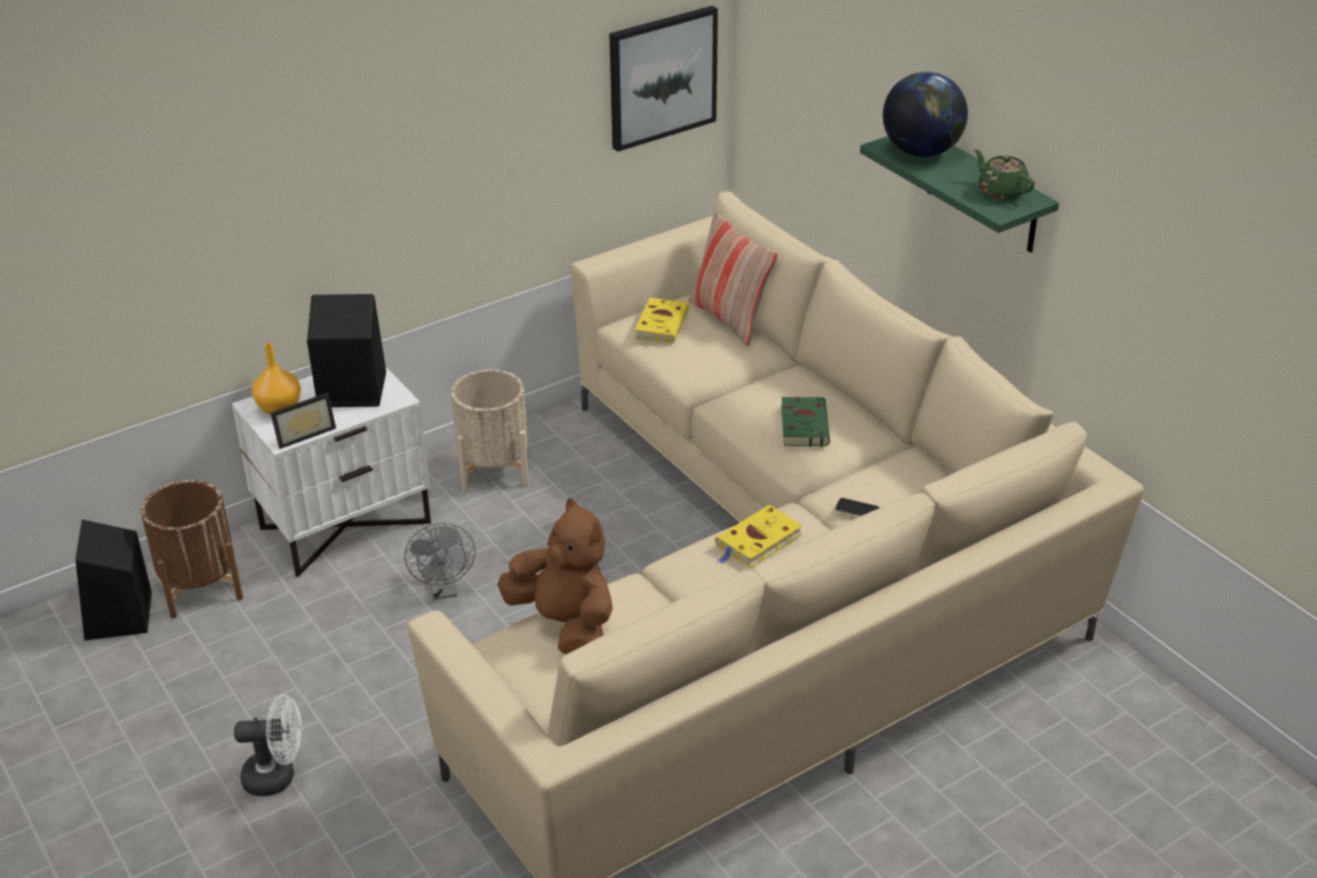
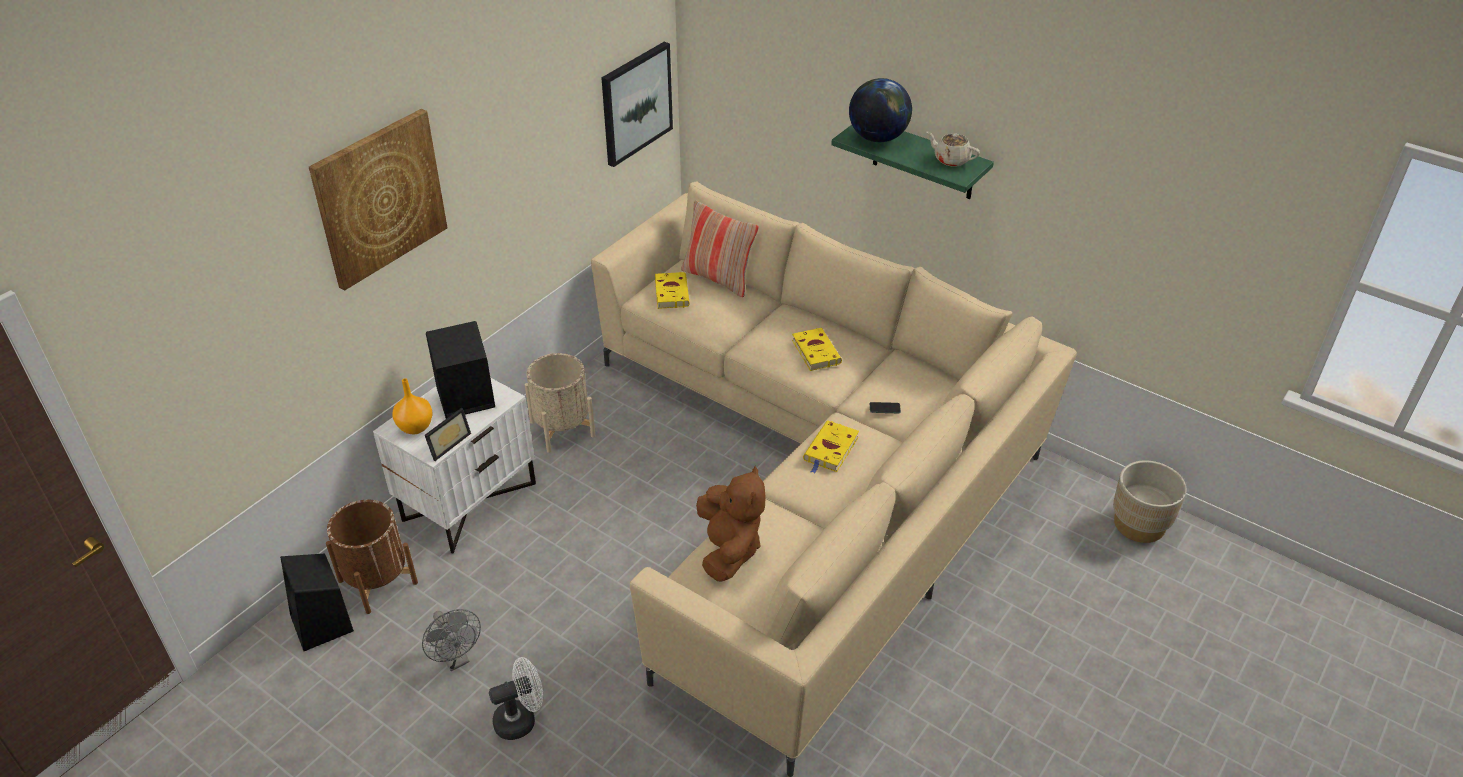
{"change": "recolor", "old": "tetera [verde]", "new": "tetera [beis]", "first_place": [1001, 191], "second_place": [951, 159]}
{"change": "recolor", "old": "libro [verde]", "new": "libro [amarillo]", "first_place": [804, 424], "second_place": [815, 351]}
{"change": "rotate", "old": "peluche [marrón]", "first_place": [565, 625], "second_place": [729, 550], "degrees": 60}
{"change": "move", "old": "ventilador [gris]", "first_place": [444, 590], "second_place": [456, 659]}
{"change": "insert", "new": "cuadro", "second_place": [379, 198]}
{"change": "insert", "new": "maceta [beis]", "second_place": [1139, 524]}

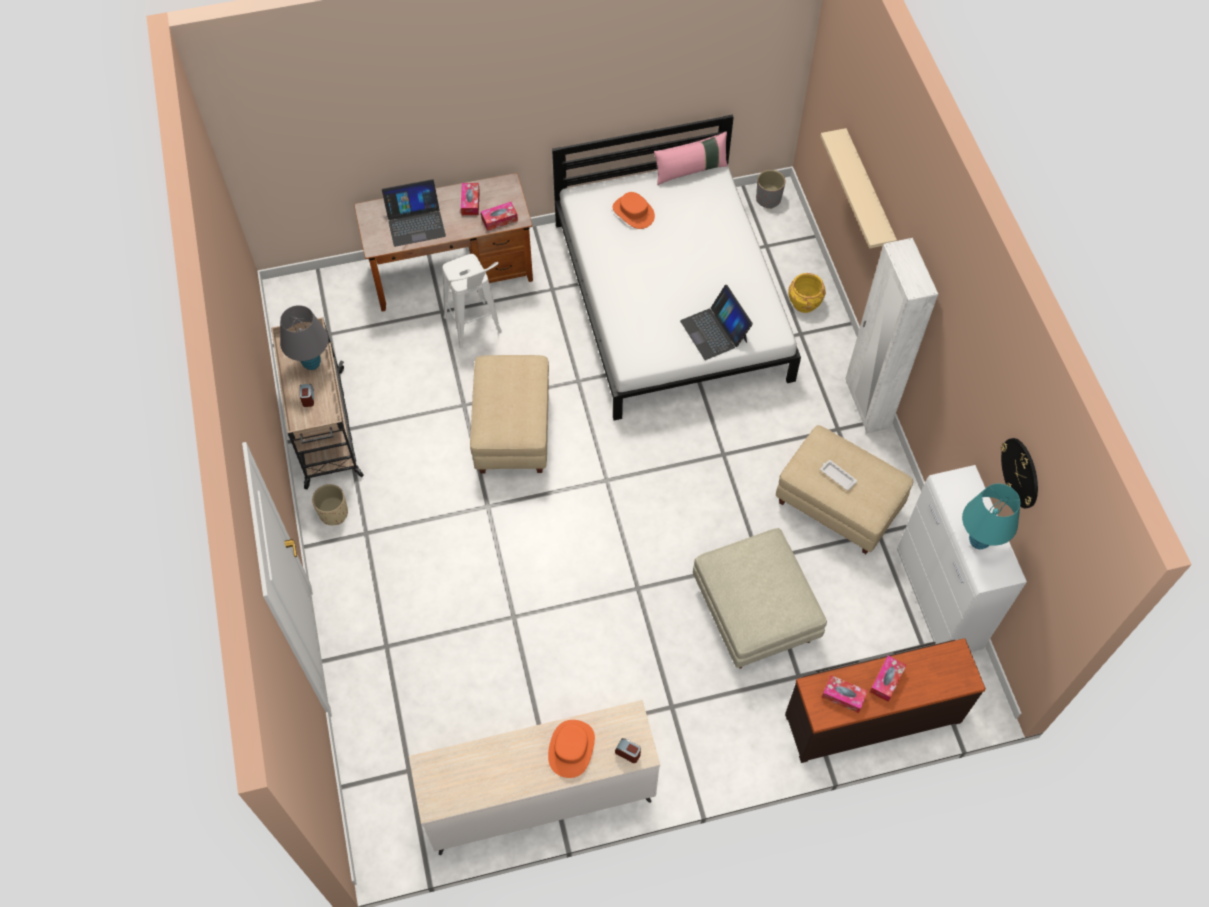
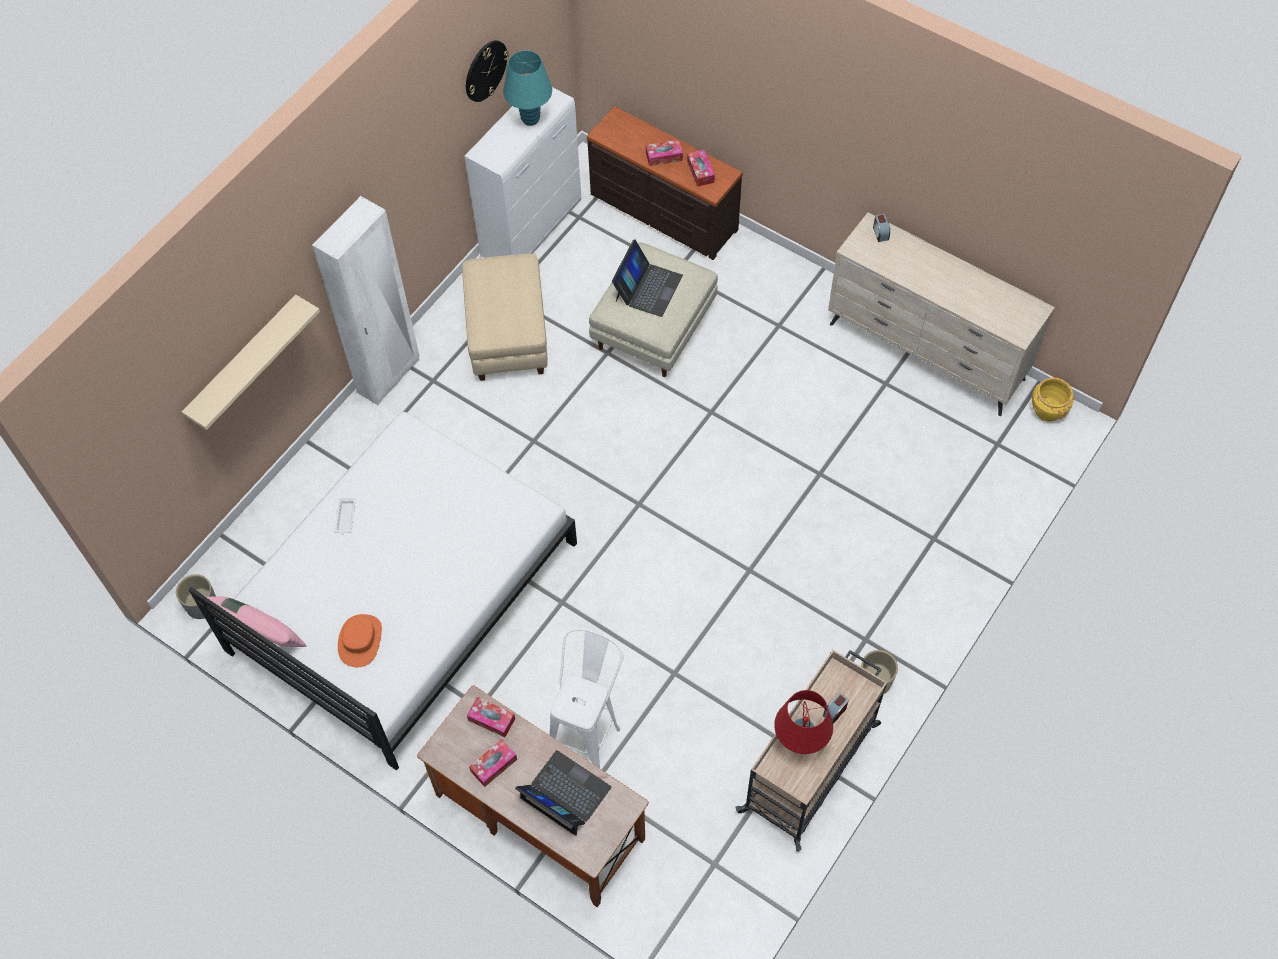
{"change": "move", "old": "maceta [amarillo]", "first_place": [804, 303], "second_place": [1048, 410]}
{"change": "move", "old": "portátil", "first_place": [714, 331], "second_place": [647, 288]}
{"change": "recolor", "old": "lámpara de mesa [gris]", "new": "lámpara de mesa [rojo]", "first_place": [311, 363], "second_place": [800, 743]}
{"change": "delete", "old": "puf [beis]", "first_place": [512, 430]}
{"change": "move", "old": "bandeja [blanco]", "first_place": [837, 476], "second_place": [345, 517]}
{"change": "delete", "old": "sombrero [naranja]", "first_place": [571, 748]}

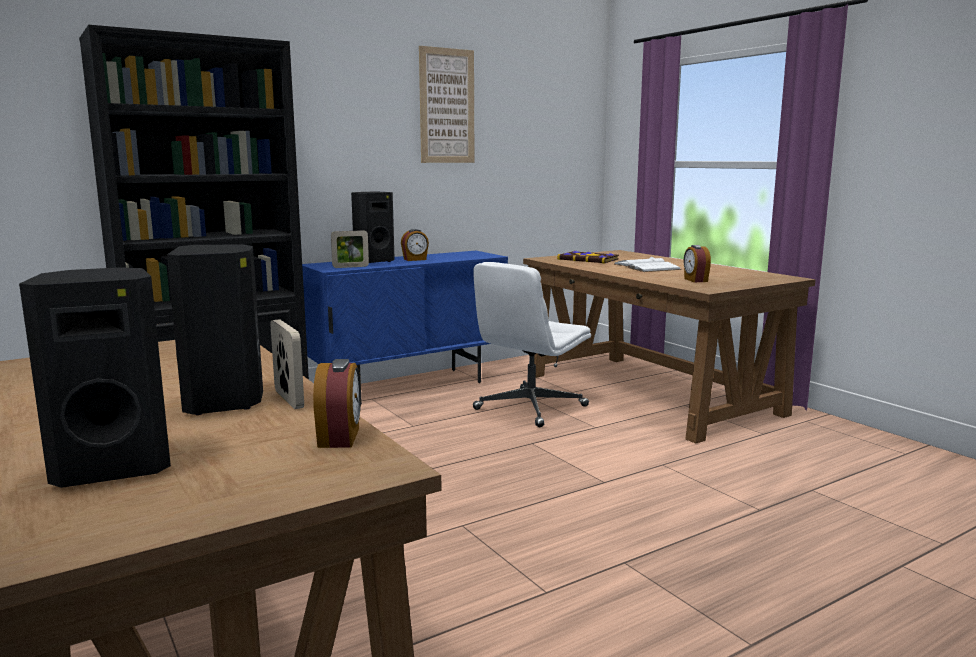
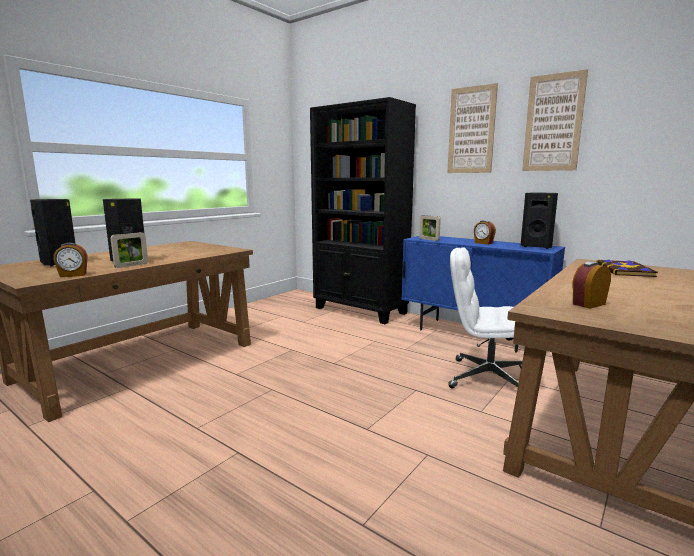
{"change": "move", "old": "altavoz [negro]", "first_place": [373, 261], "second_place": [537, 246]}
{"change": "delete", "old": "libro [blanco]", "first_place": [646, 267]}
{"change": "insert", "new": "cuadro", "second_place": [471, 130]}

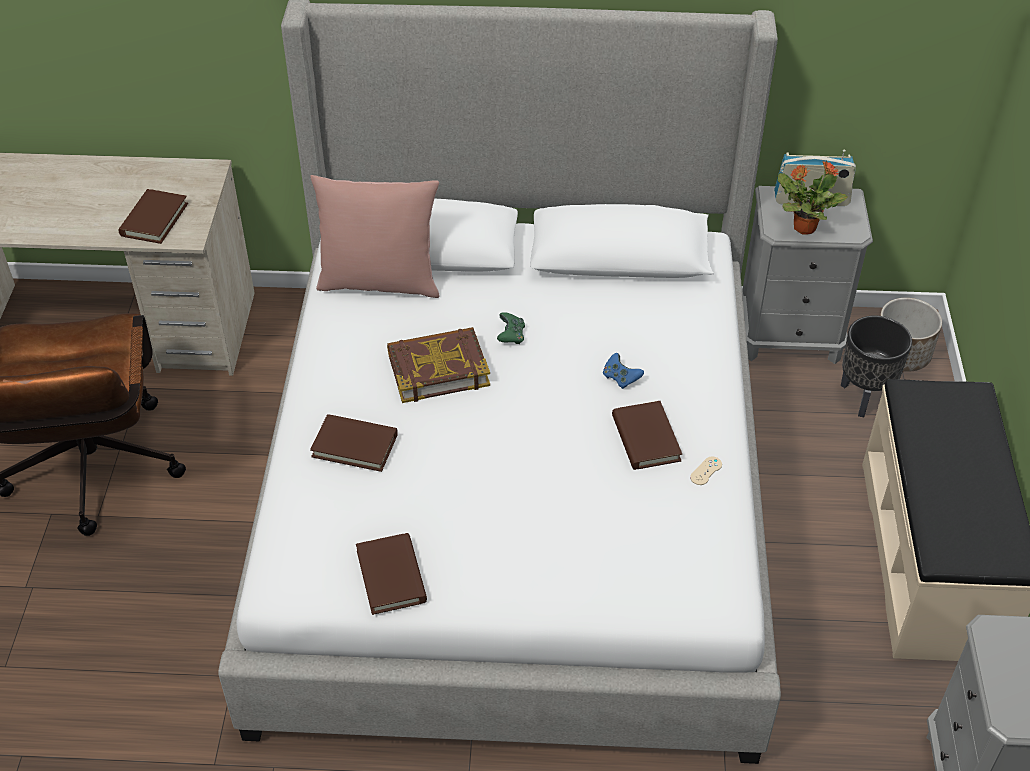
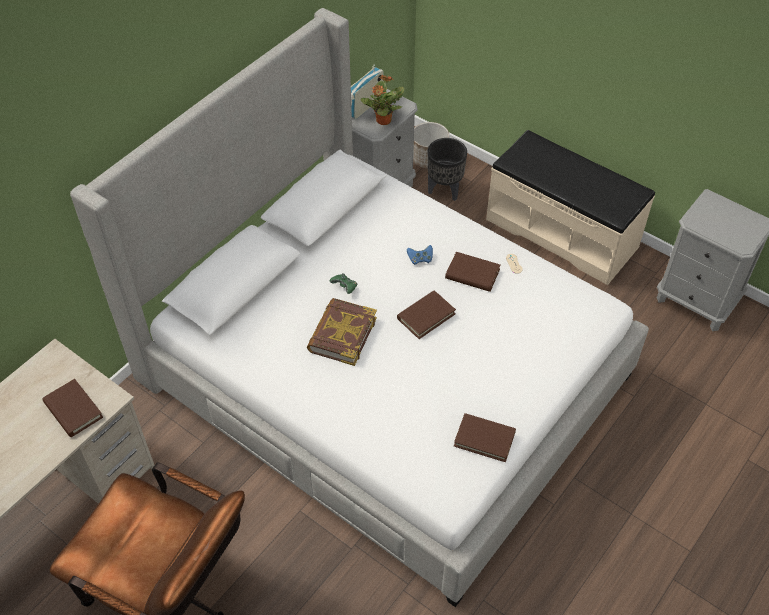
{"change": "delete", "old": "cojín [rosa]", "first_place": [380, 282]}
{"change": "move", "old": "libro [marrón]", "first_place": [355, 445], "second_place": [426, 316]}

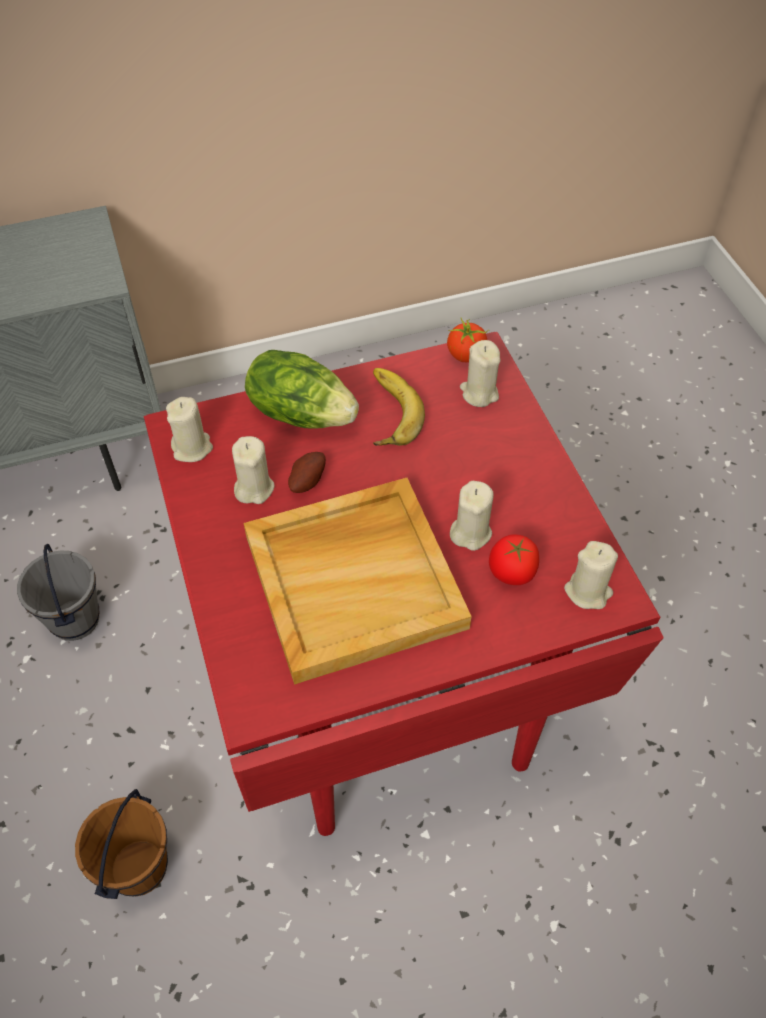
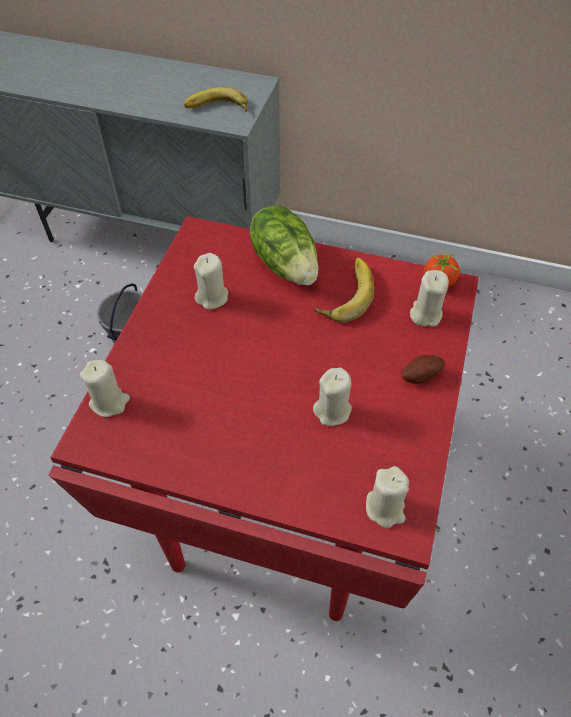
{"change": "move", "old": "vela [beis]", "first_place": [192, 448], "second_place": [109, 402]}
{"change": "move", "old": "patata", "first_place": [306, 480], "second_place": [420, 375]}
{"change": "delete", "old": "bandeja [beis]", "first_place": [355, 579]}
{"change": "delete", "old": "tomate", "first_place": [511, 573]}
{"change": "delete", "old": "cubo [marrón]", "first_place": [137, 867]}
{"change": "insert", "new": "plátano", "second_place": [217, 109]}

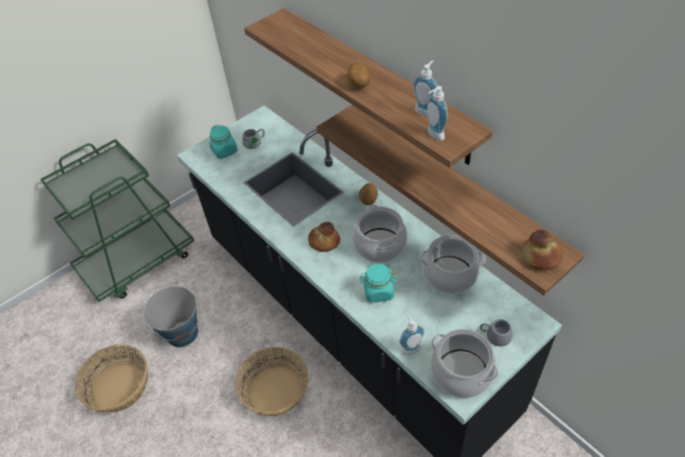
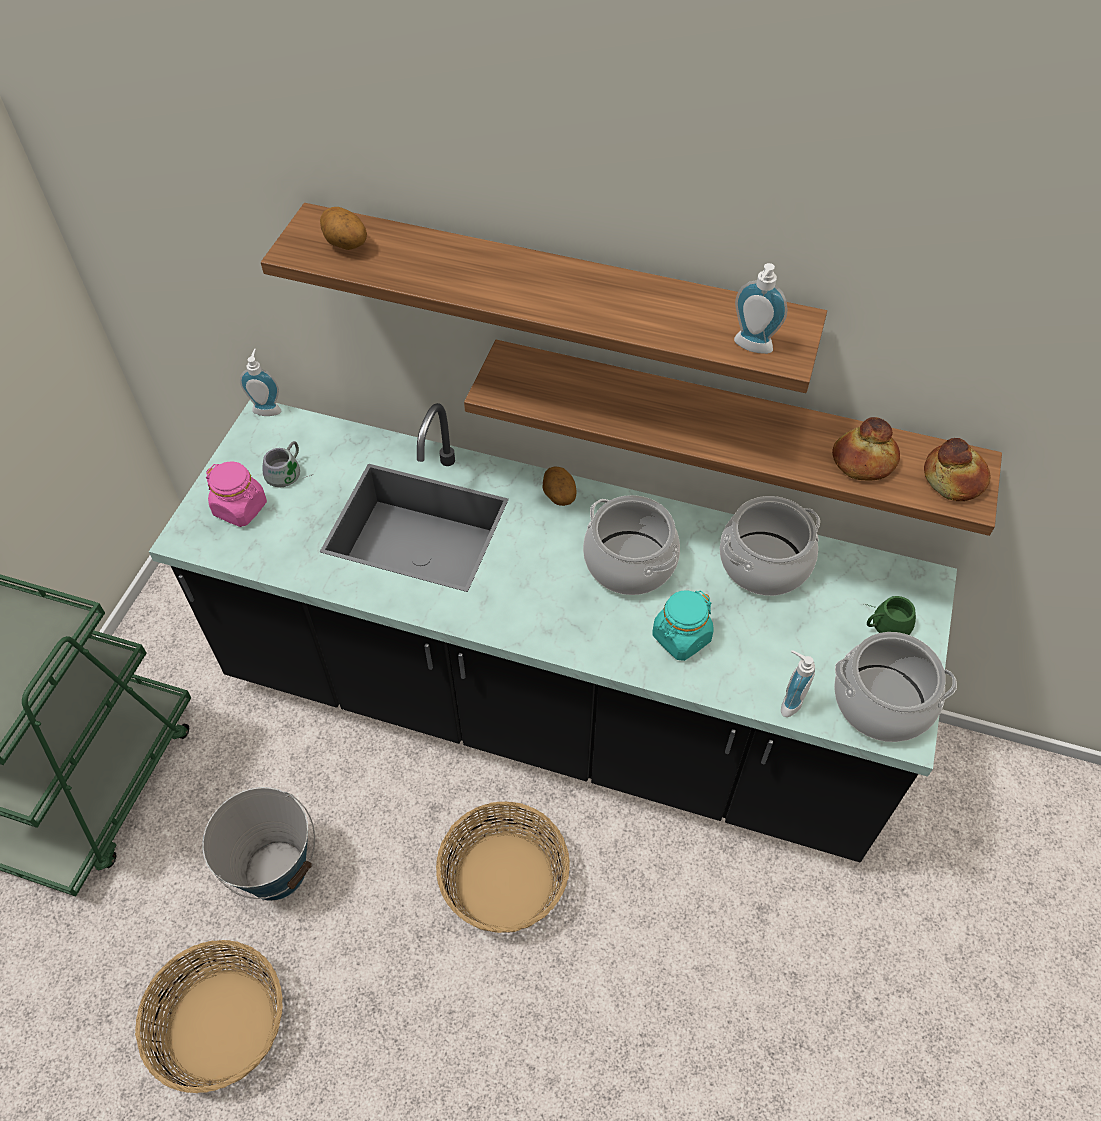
{"change": "move", "old": "dispensador de jabón", "first_place": [426, 110], "second_place": [268, 408]}
{"change": "move", "old": "patata", "first_place": [358, 84], "second_place": [345, 245]}
{"change": "recolor", "old": "tarro [turquesa]", "new": "tarro [rosa]", "first_place": [224, 151], "second_place": [241, 508]}
{"change": "move", "old": "pan", "first_place": [324, 242], "second_place": [863, 462]}
{"change": "recolor", "old": "taza grande [gris]", "new": "taza grande [verde]", "first_place": [495, 333], "second_place": [884, 621]}

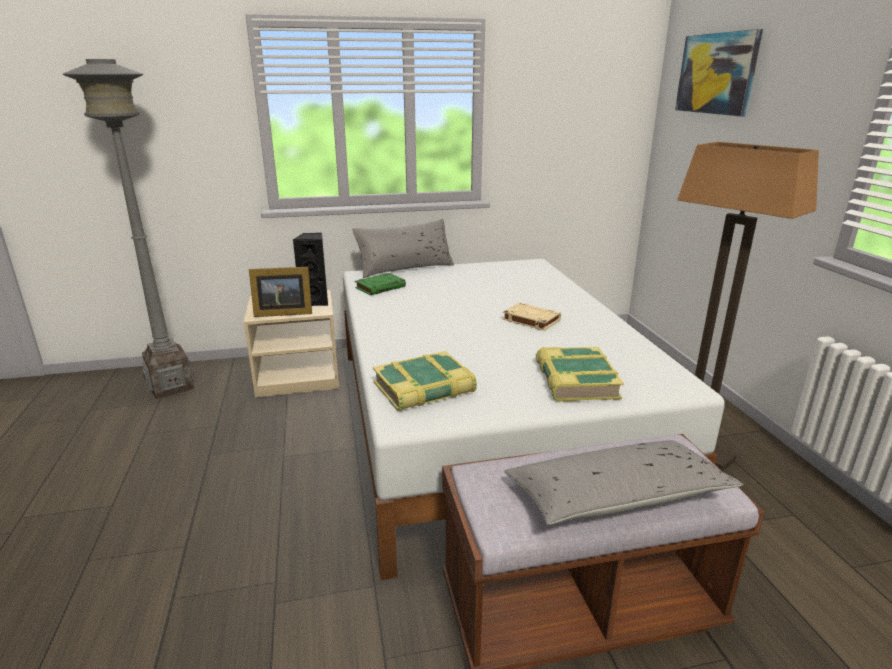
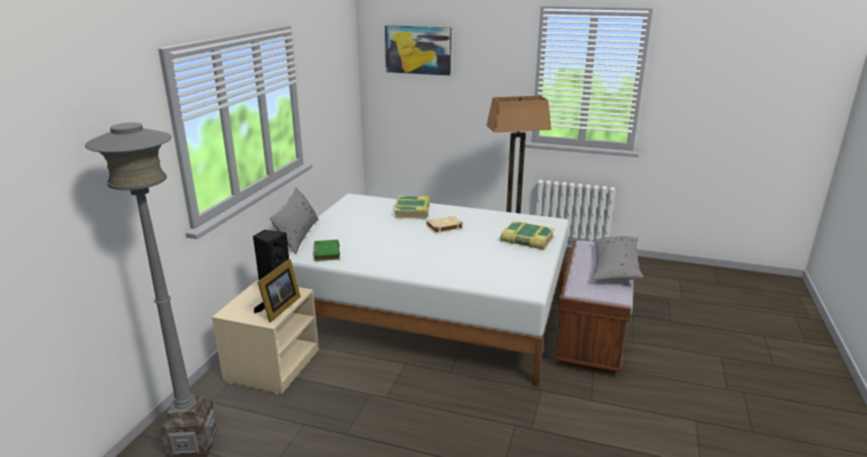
{"change": "move", "old": "libro", "first_place": [424, 389], "second_place": [413, 211]}

